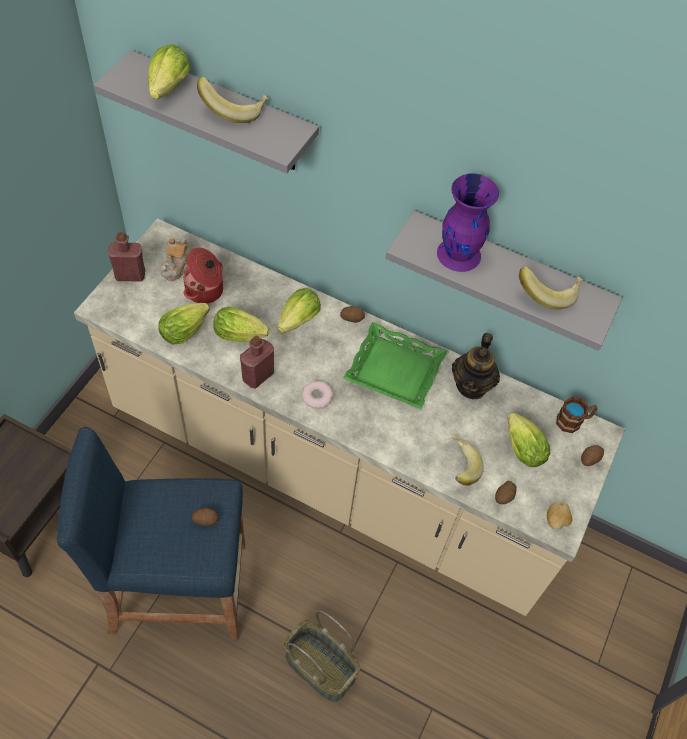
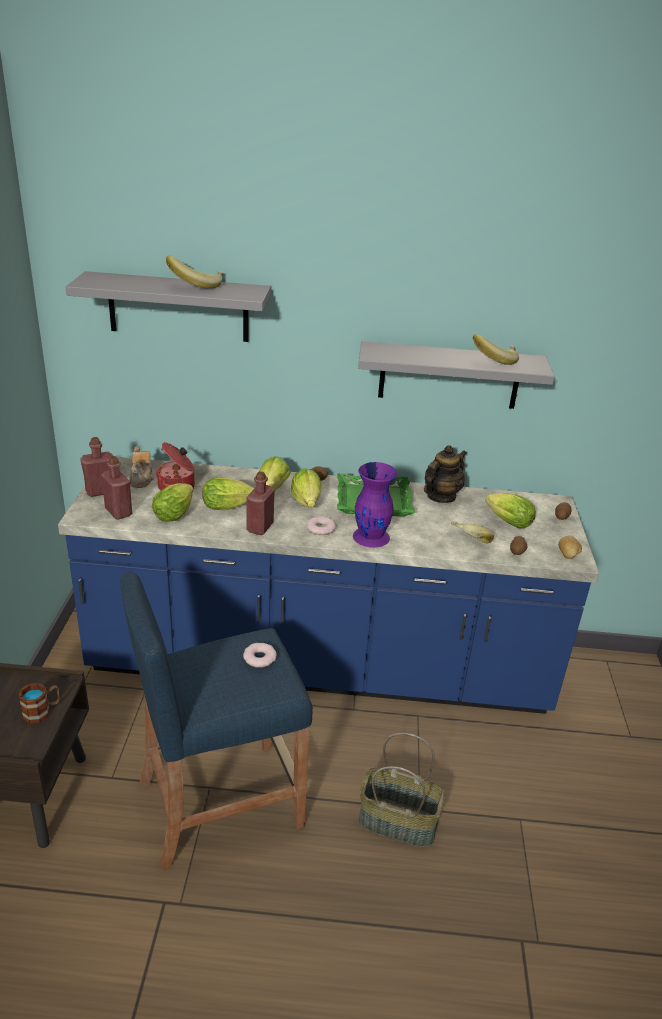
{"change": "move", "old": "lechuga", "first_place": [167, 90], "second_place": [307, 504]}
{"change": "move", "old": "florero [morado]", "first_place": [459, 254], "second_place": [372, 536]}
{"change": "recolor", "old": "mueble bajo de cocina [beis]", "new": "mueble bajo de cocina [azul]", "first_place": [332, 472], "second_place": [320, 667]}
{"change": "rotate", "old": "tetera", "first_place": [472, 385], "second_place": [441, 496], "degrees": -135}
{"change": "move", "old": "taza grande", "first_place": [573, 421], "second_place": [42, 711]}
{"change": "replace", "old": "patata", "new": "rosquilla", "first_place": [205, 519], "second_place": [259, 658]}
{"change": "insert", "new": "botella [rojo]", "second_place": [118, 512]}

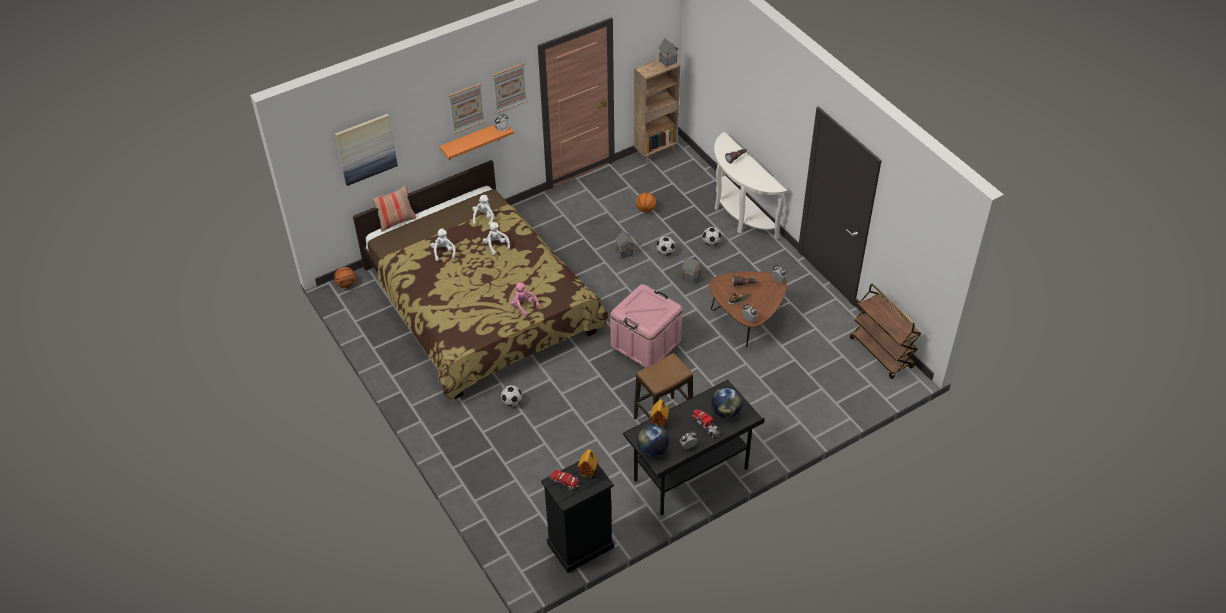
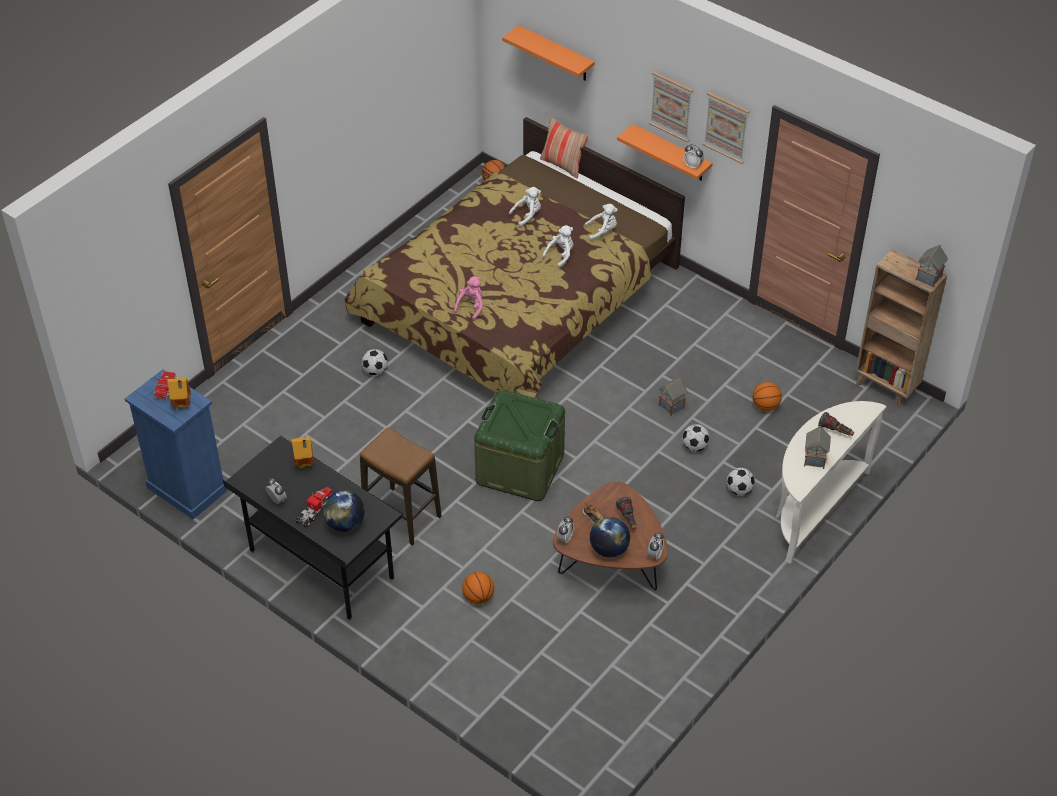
{"change": "replace", "old": "cuadro", "new": "estante [naranja]", "first_place": [366, 149], "second_place": [556, 54]}
{"change": "move", "old": "casita", "first_place": [691, 277], "second_place": [814, 459]}
{"change": "recolor", "old": "caja de almacenaje [rosa]", "new": "caja de almacenaje [verde]", "first_place": [646, 344], "second_place": [520, 468]}
{"change": "delete", "old": "carrito [marrón]", "first_place": [881, 353]}
{"change": "move", "old": "globo terráqueo", "first_place": [652, 450], "second_place": [609, 549]}
{"change": "recolor", "old": "cómoda [negro]", "new": "cómoda [azul]", "first_place": [580, 546], "second_place": [187, 489]}
{"change": "insert", "new": "balón de baloncesto", "second_place": [478, 597]}

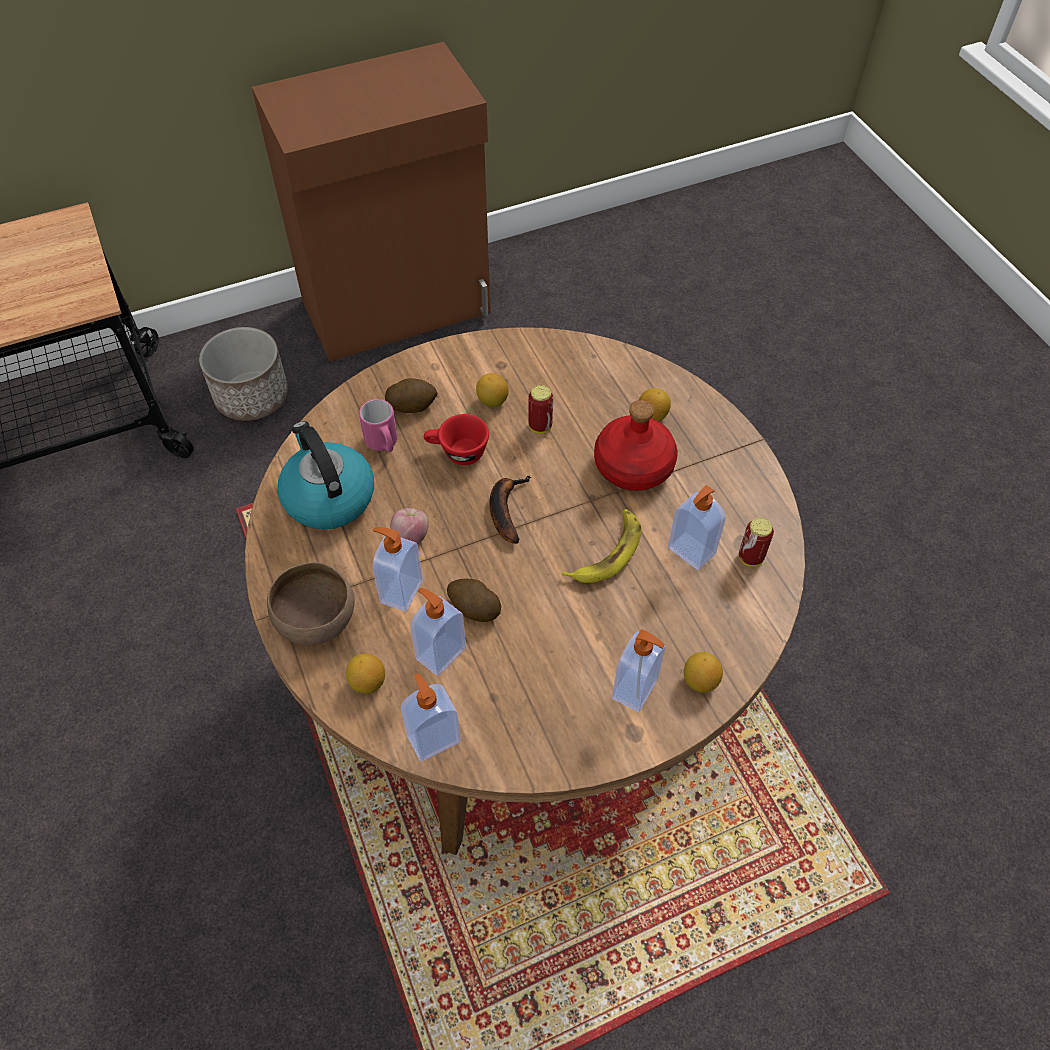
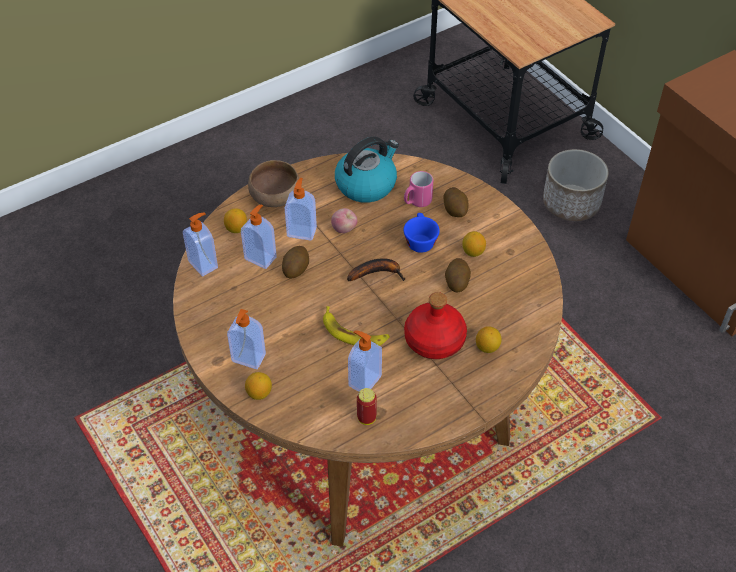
{"change": "replace", "old": "lata", "new": "patata", "first_place": [540, 426], "second_place": [457, 282]}
{"change": "recolor", "old": "taza [rojo]", "new": "taza [azul]", "first_place": [457, 453], "second_place": [419, 240]}

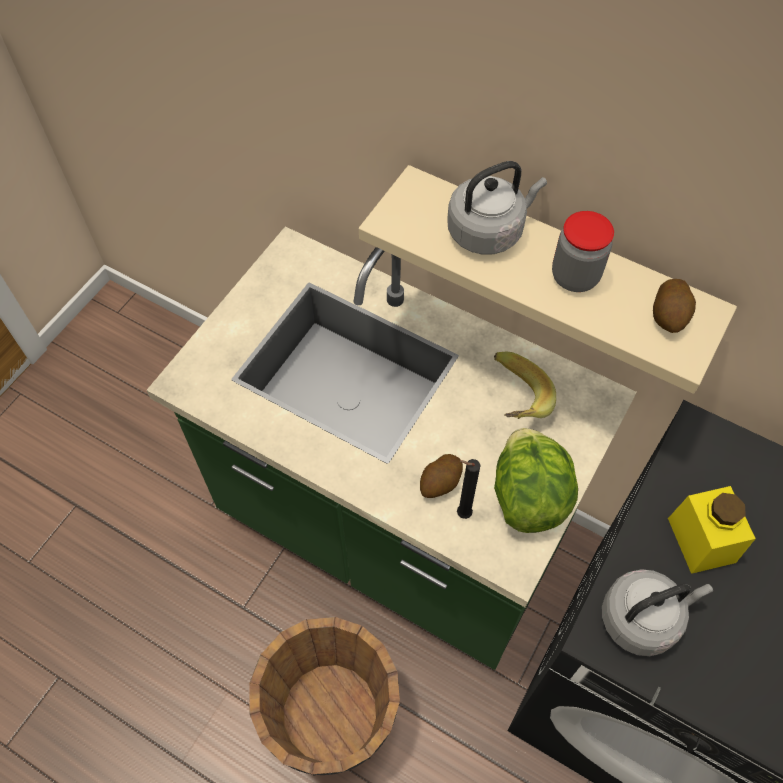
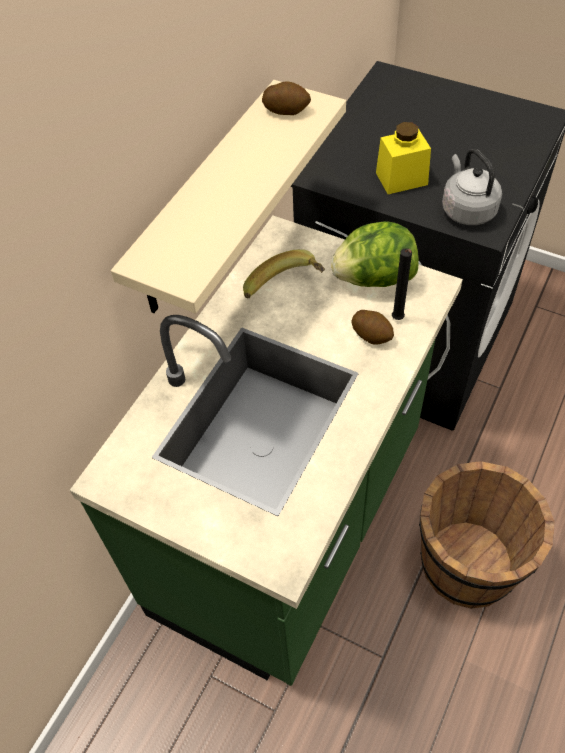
{"change": "delete", "old": "hervidor [gris]", "first_place": [488, 231]}
{"change": "delete", "old": "tarro", "first_place": [575, 276]}

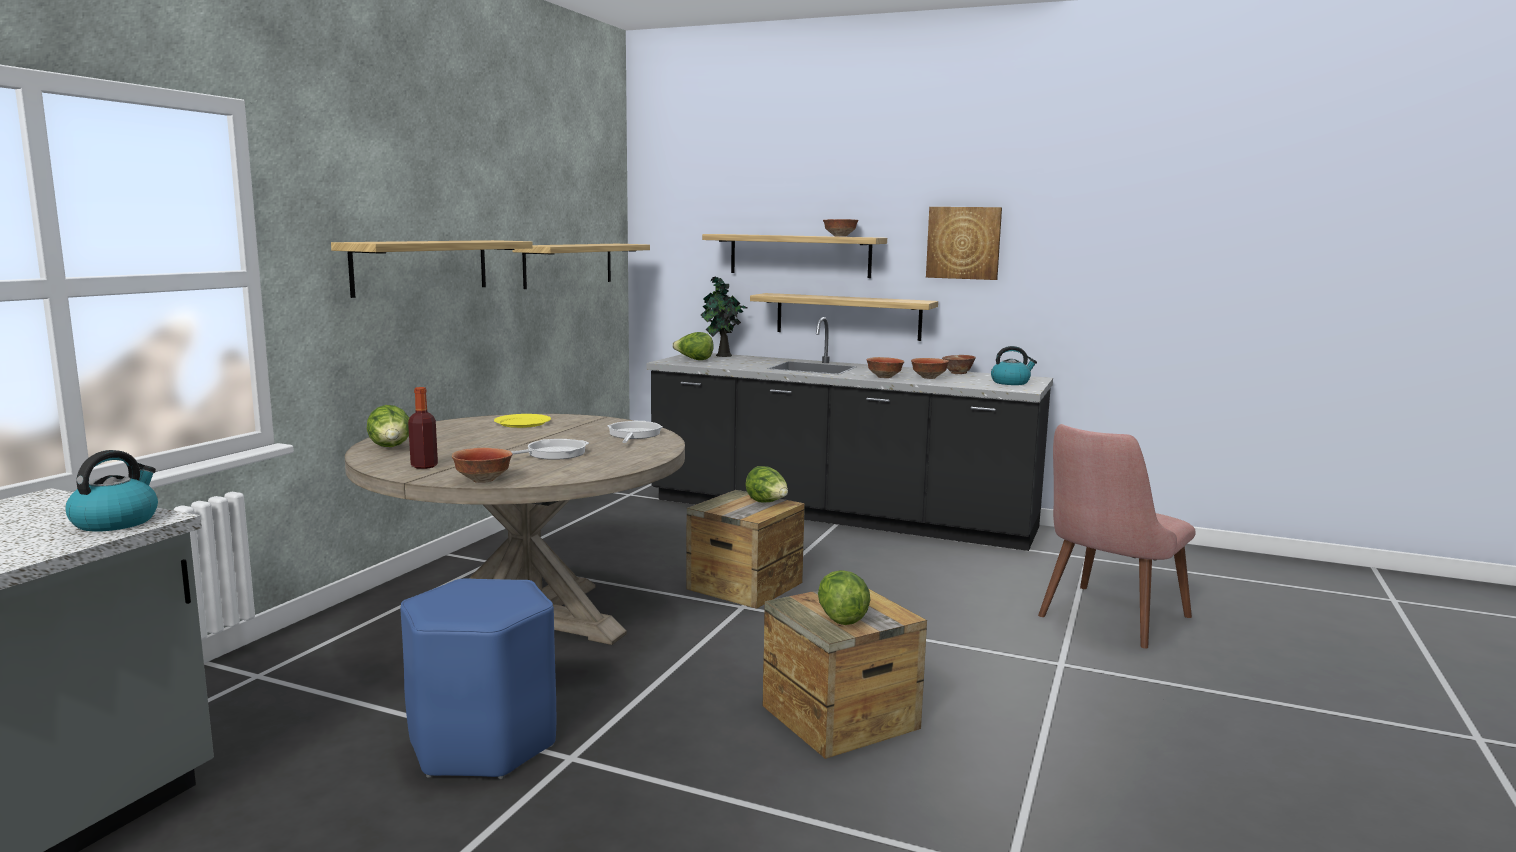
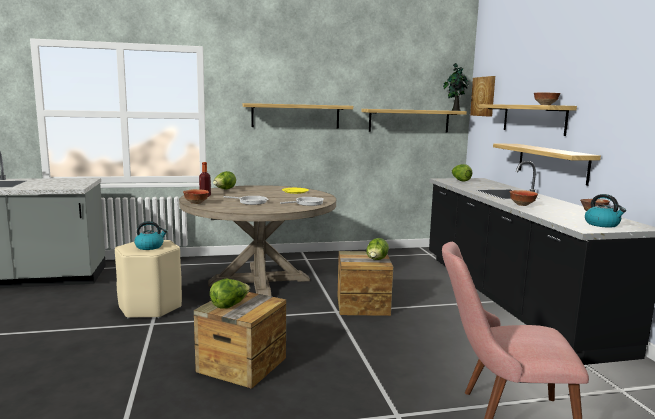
{"change": "move", "old": "cuadro", "first_place": [963, 243], "second_place": [483, 96]}
{"change": "move", "old": "planta en maceta", "first_place": [722, 355], "second_place": [455, 110]}
{"change": "delete", "old": "cuenco", "first_place": [929, 378]}
{"change": "move", "old": "hervidor", "first_place": [116, 521], "second_place": [150, 247]}
{"change": "recolor", "old": "taburete [azul]", "new": "taburete [beis]", "first_place": [483, 743], "second_place": [150, 307]}

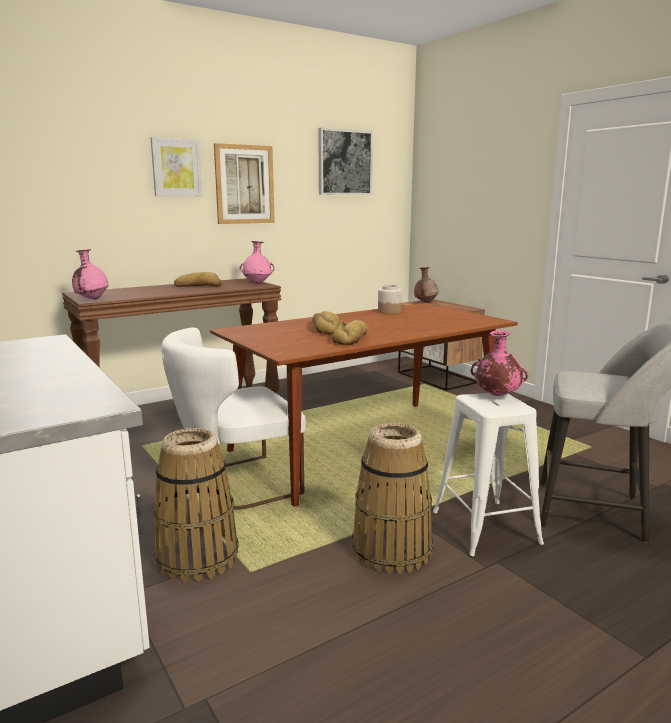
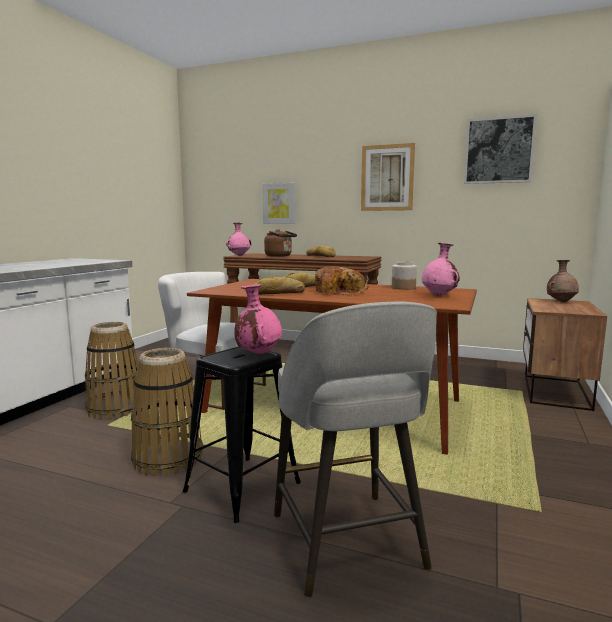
{"change": "move", "old": "cuadro", "first_place": [176, 167], "second_place": [279, 203]}
{"change": "move", "old": "florero [rosa]", "first_place": [258, 283], "second_place": [439, 295]}
{"change": "recolor", "old": "taburete [blanco]", "new": "taburete [negro]", "first_place": [485, 527], "second_place": [242, 487]}
{"change": "insert", "new": "hervidor [marrón]", "second_place": [280, 256]}
{"change": "insert", "new": "pan", "second_place": [340, 292]}

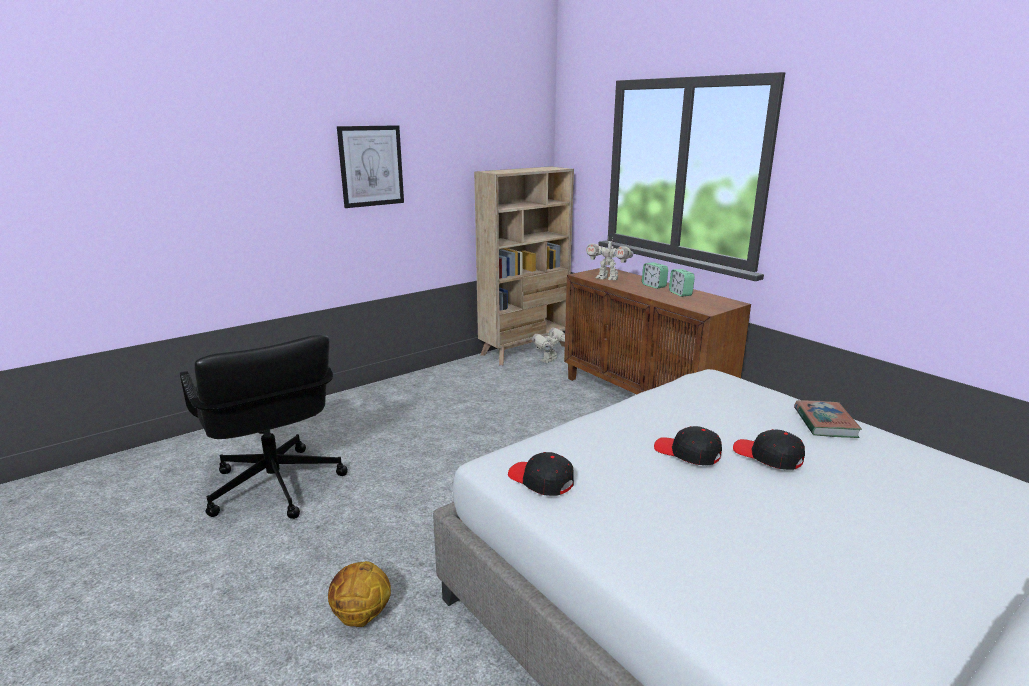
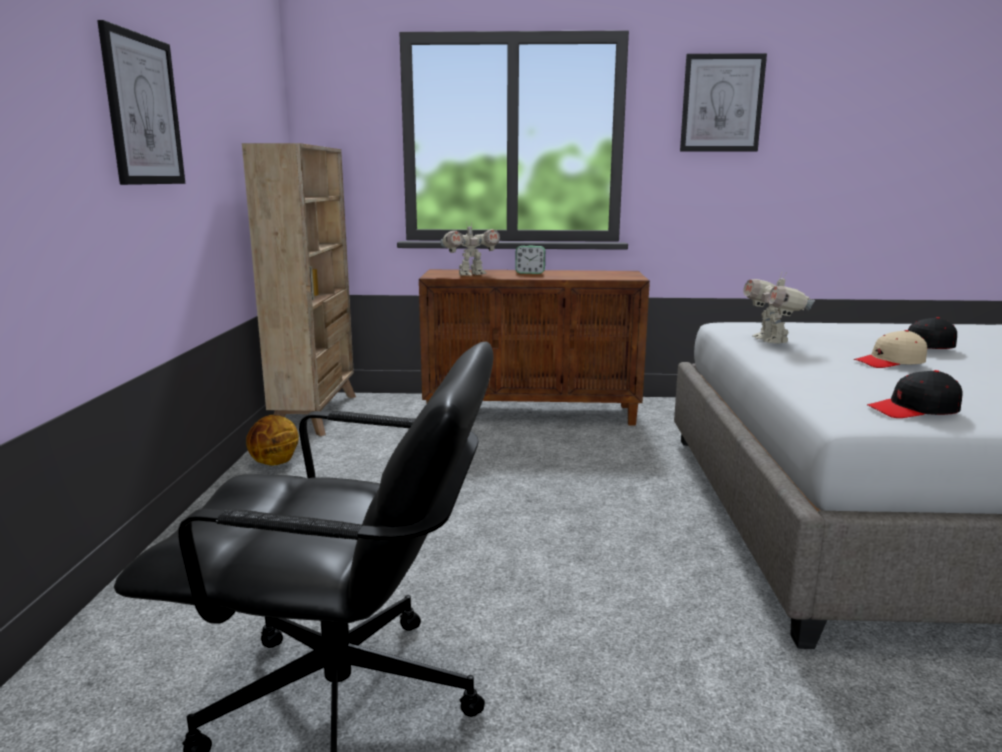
{"change": "delete", "old": "despertador", "first_place": [680, 293]}
{"change": "move", "old": "robot de juguete", "first_place": [549, 360], "second_place": [772, 341]}
{"change": "delete", "old": "libro", "first_place": [825, 423]}
{"change": "recolor", "old": "gorra [negro]", "new": "gorra [beis]", "first_place": [687, 453], "second_place": [890, 362]}
{"change": "move", "old": "balón de baloncesto", "first_place": [361, 616], "second_place": [275, 463]}
{"change": "insert", "new": "cuadro", "second_place": [722, 103]}

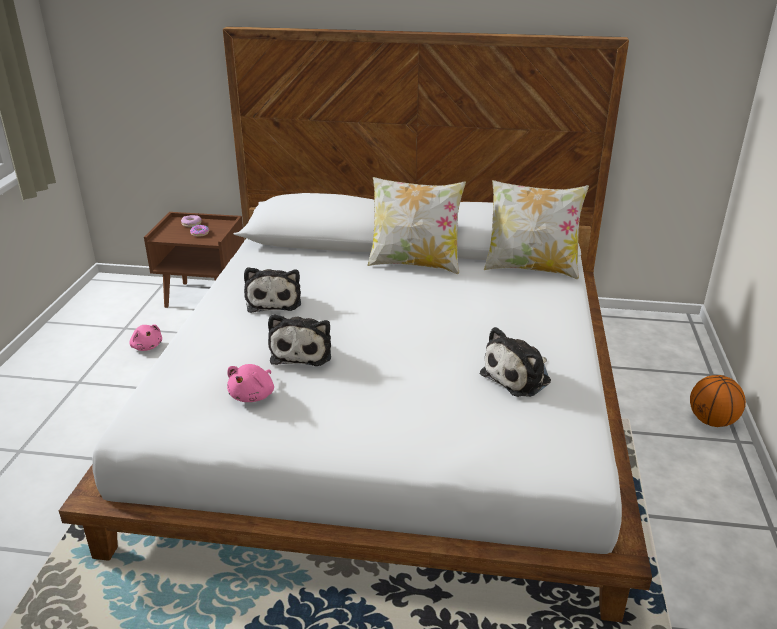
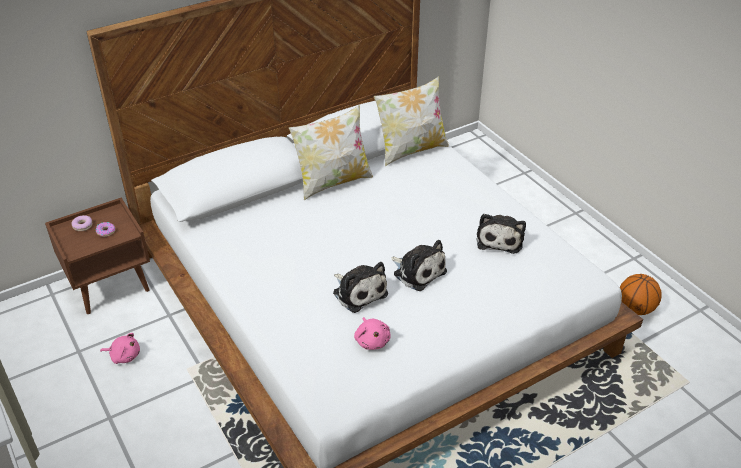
{"change": "move", "old": "peluche", "first_place": [274, 300], "second_place": [417, 271]}
{"change": "move", "old": "balón de baloncesto", "first_place": [712, 421], "second_place": [635, 309]}

